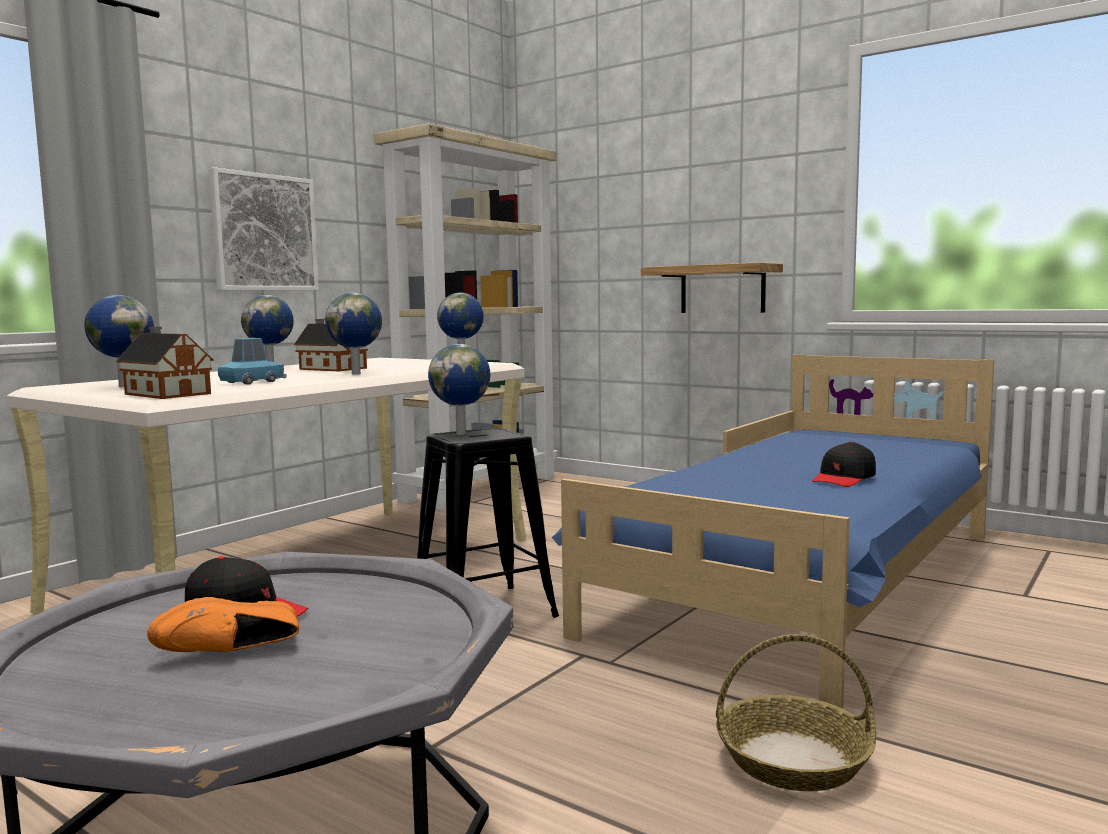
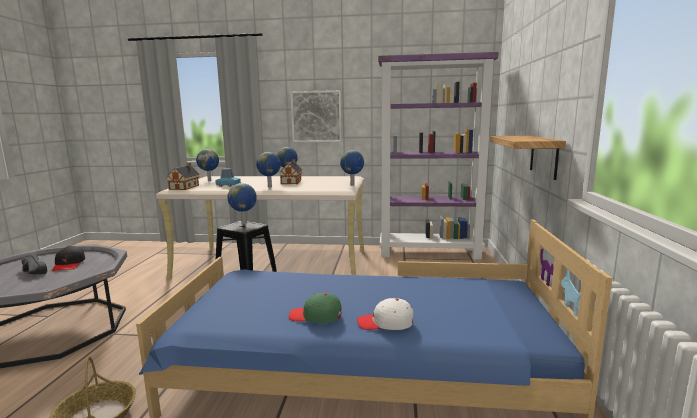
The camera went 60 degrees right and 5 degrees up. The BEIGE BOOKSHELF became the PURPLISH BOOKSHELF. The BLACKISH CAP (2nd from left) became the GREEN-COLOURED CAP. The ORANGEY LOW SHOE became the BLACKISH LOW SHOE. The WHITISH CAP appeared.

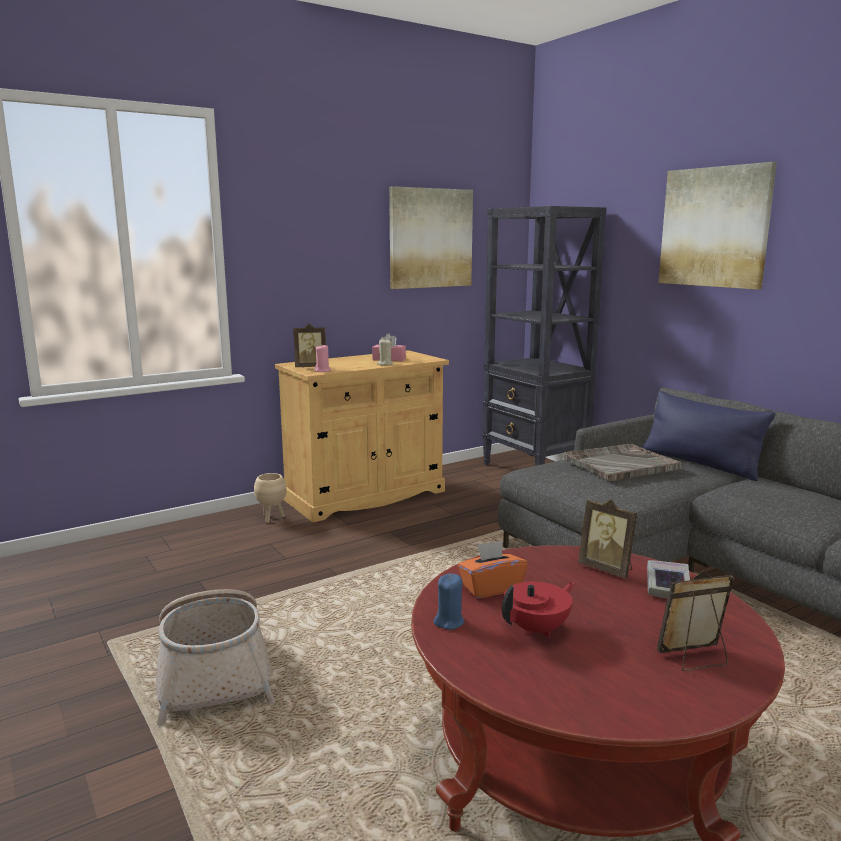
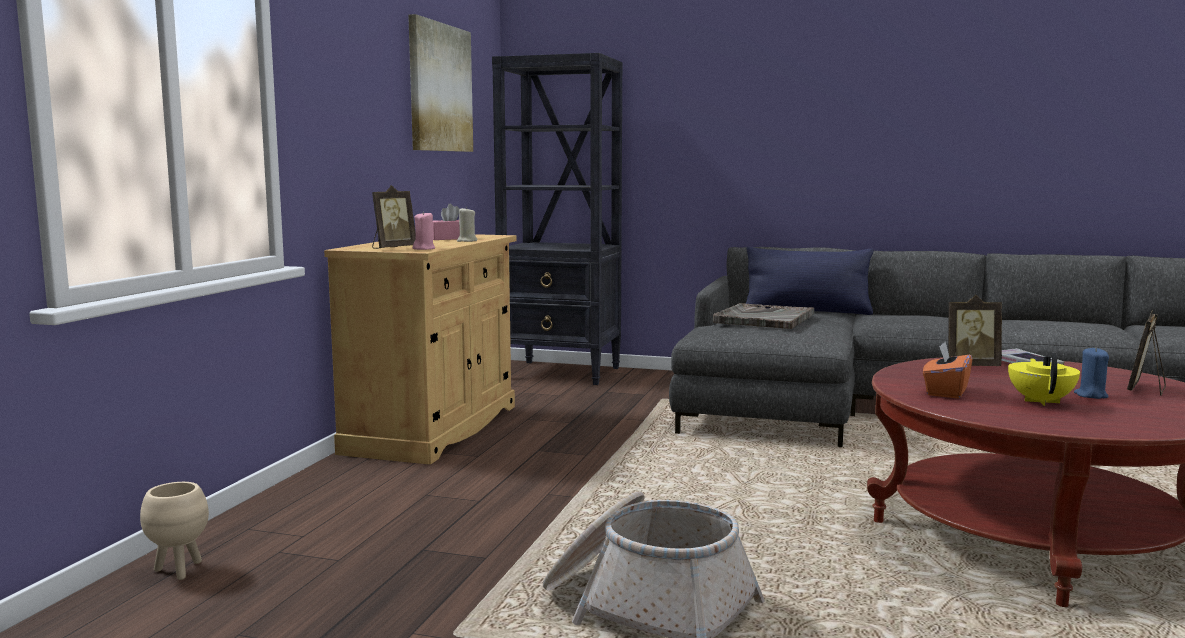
The camera went 40 degrees left and 5 degrees down. The WALL ART (2nd from left) disappeared. The BEIGE PLANT POT moved. The BLUISH CANDLE moved. The RED-COLOURED POT FOR TEA became the YELLOW POT FOR TEA.

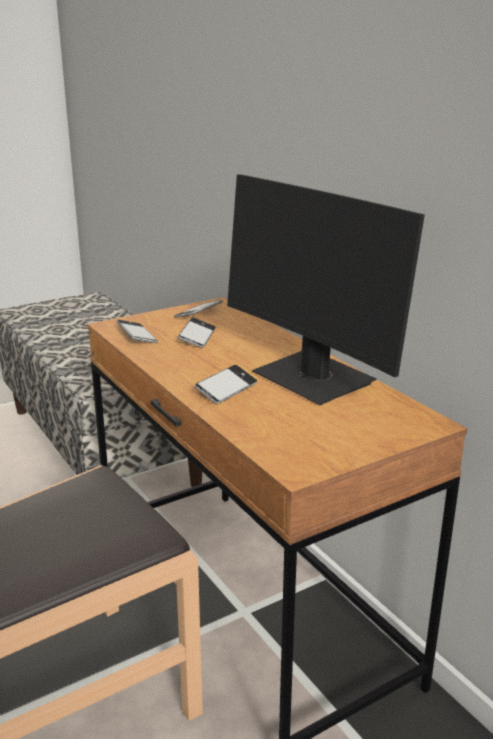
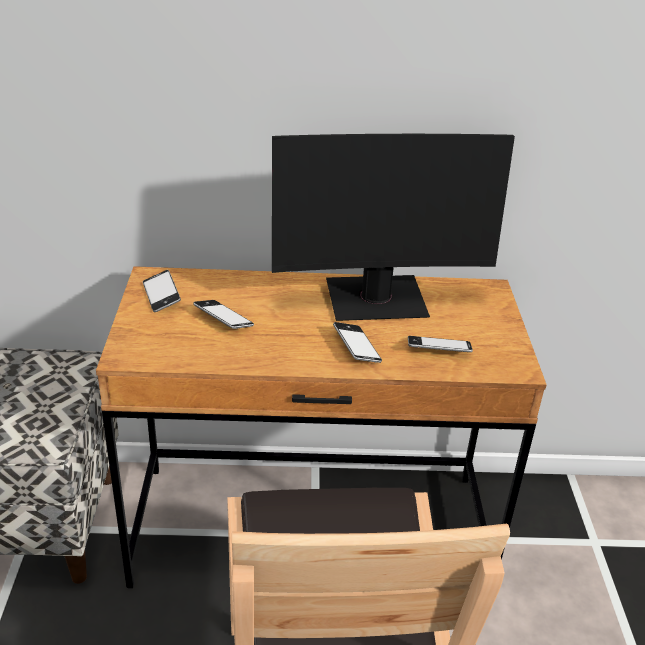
The camera went 60 degrees left and 10 degrees up. The TELEPHONE (1st from left in the first image) moved.

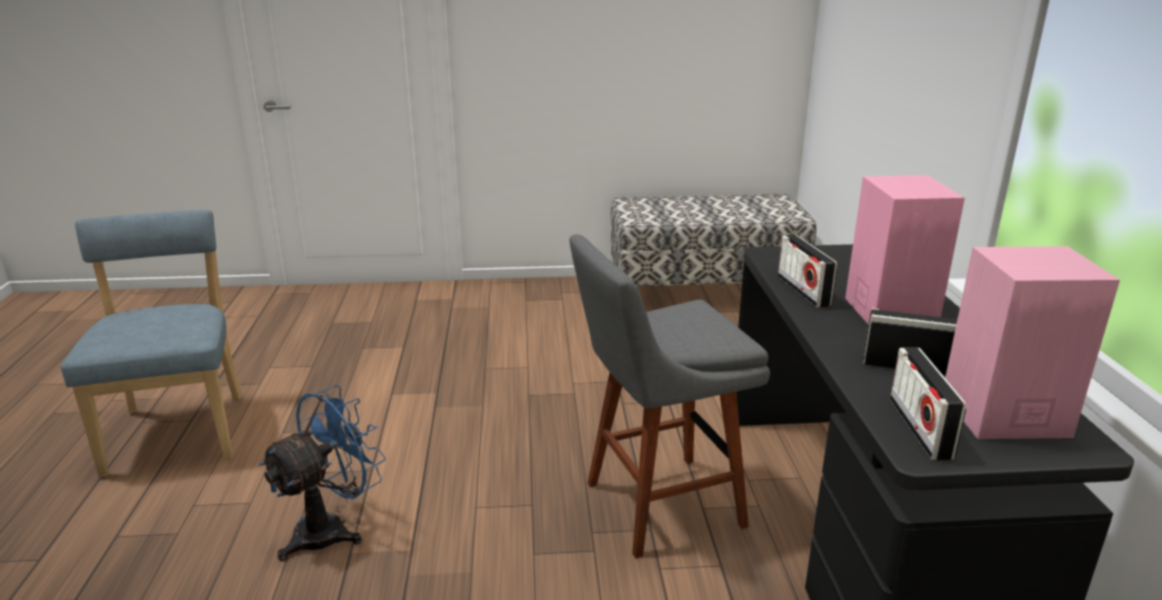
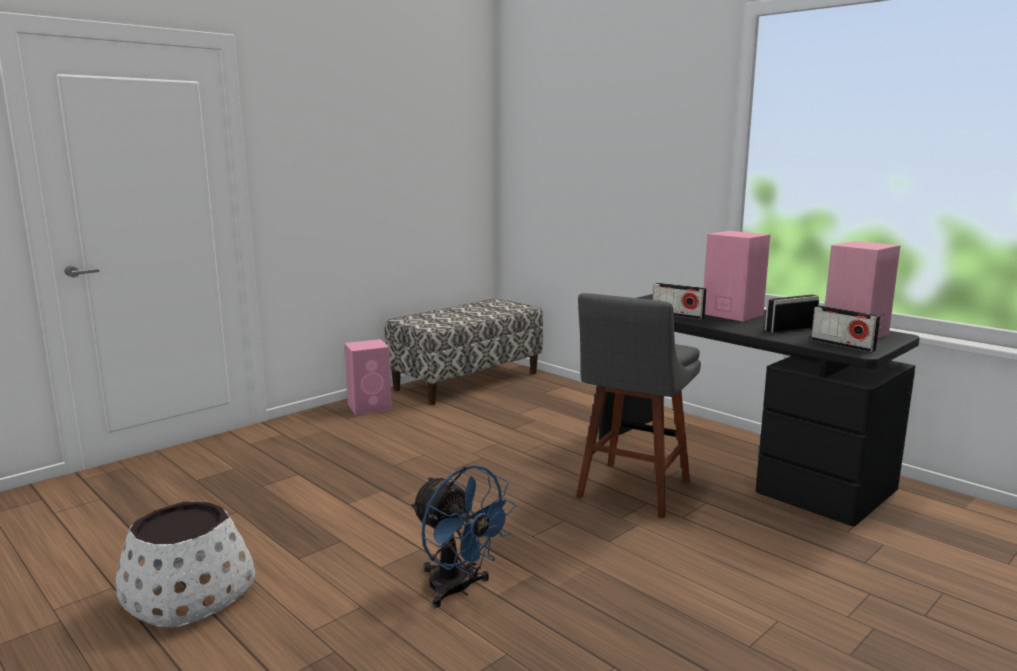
The camera went 40 degrees left and 10 degrees down. The BLUISH UPRIGHT CHAIR was replaced by the WHITISH PLANT POT. The BLUISH ELECTRIC FAN turned 135 degrees clockwise. The PINK-COLOURED SPEAKER (1st from left) appeared.

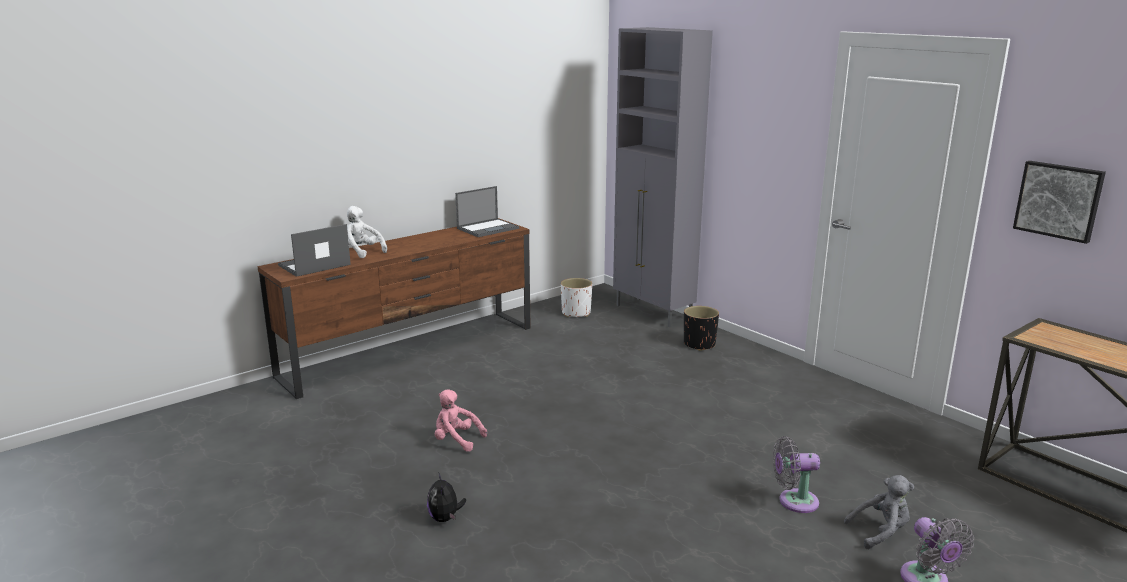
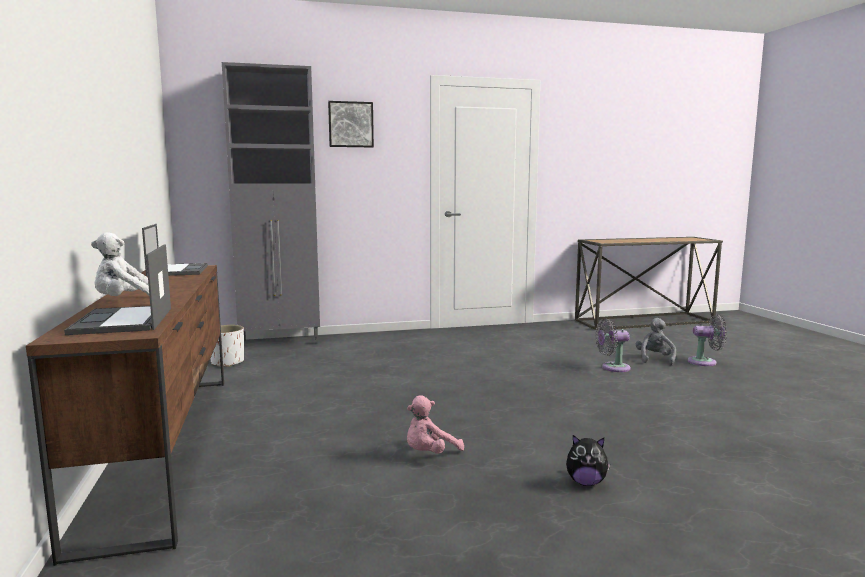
The camera went 65 degrees left and 10 degrees down. The WALL ART moved. The BLACKISH PLANT POT disappeared. The GREY ELECTRIC FAN (1st from left) turned 60 degrees clockwise.

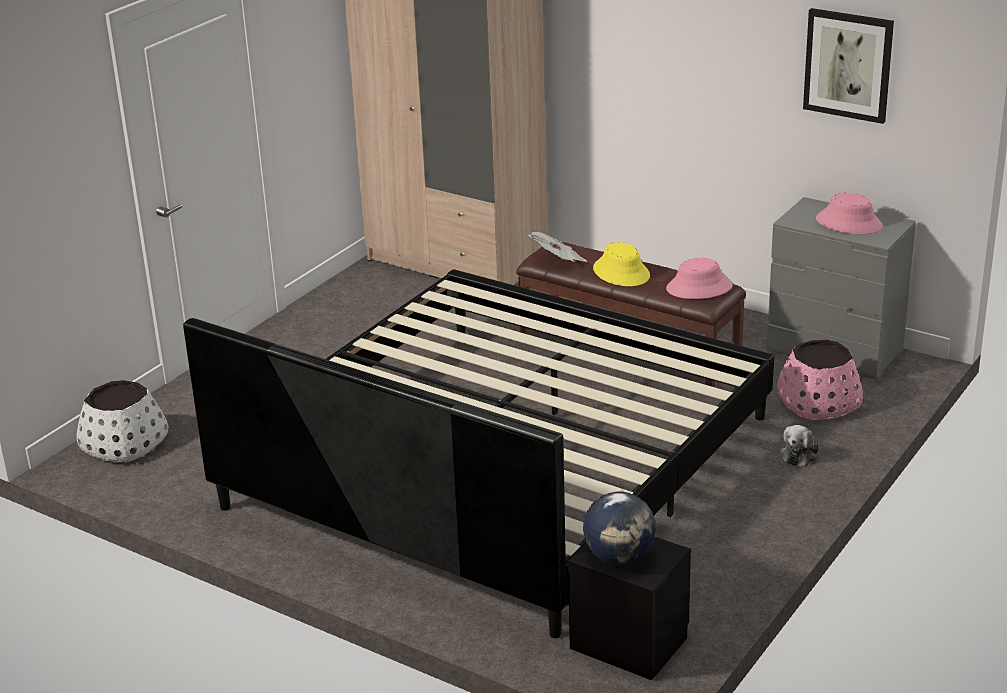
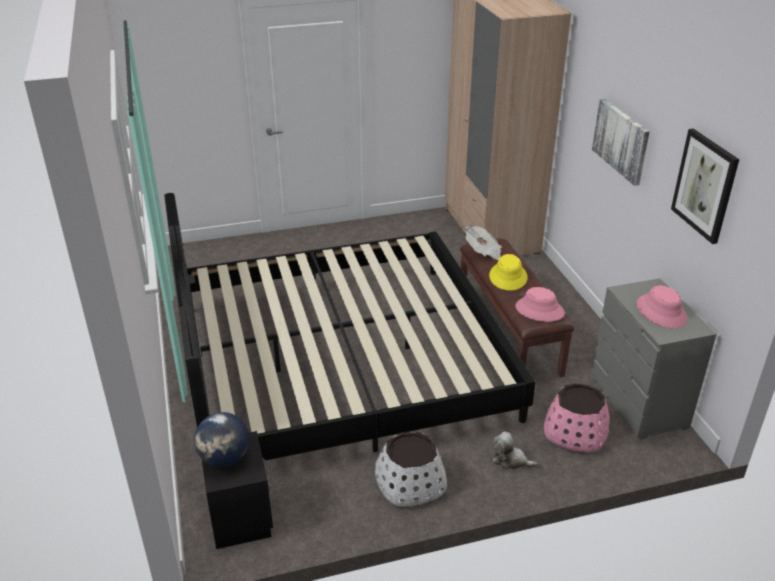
The camera went 40 degrees right and 5 degrees up. The WHITISH PLANT POT moved. The SOFT TOY turned 45 degrees clockwise. The WALL ART (1st from left) appeared.

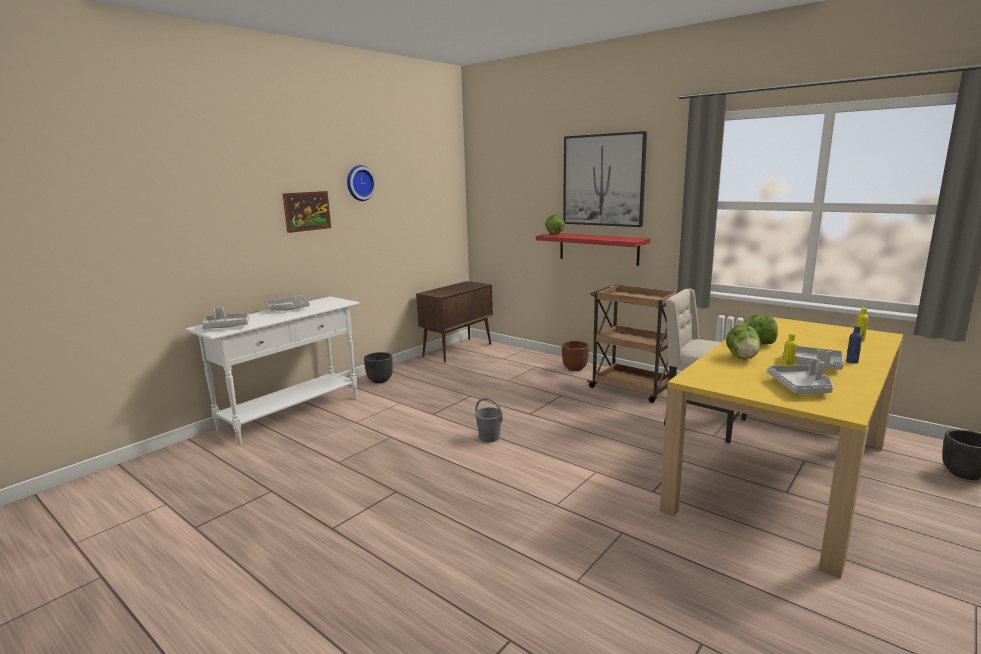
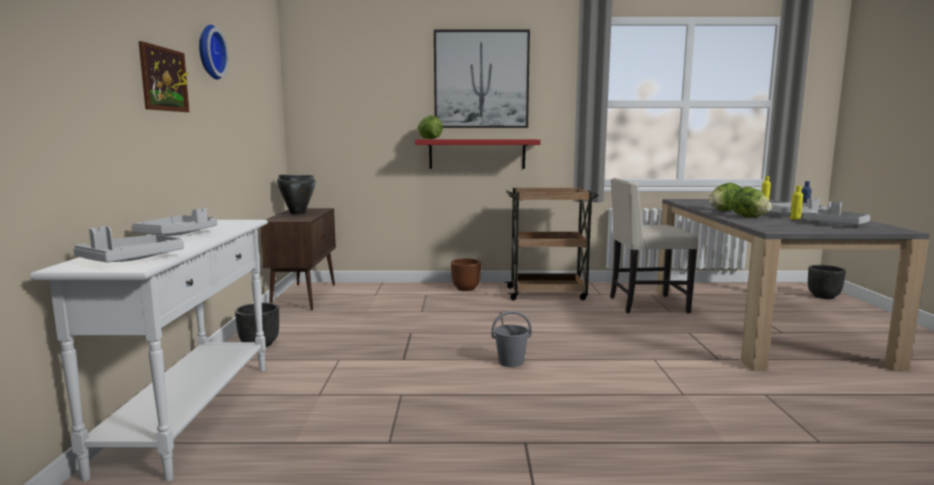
The camera went 40 degrees left and 5 degrees down. The YELLOW KITCHEN TABLE became the GREY KITCHEN TABLE. The BLACKISH COOKING POT appeared.

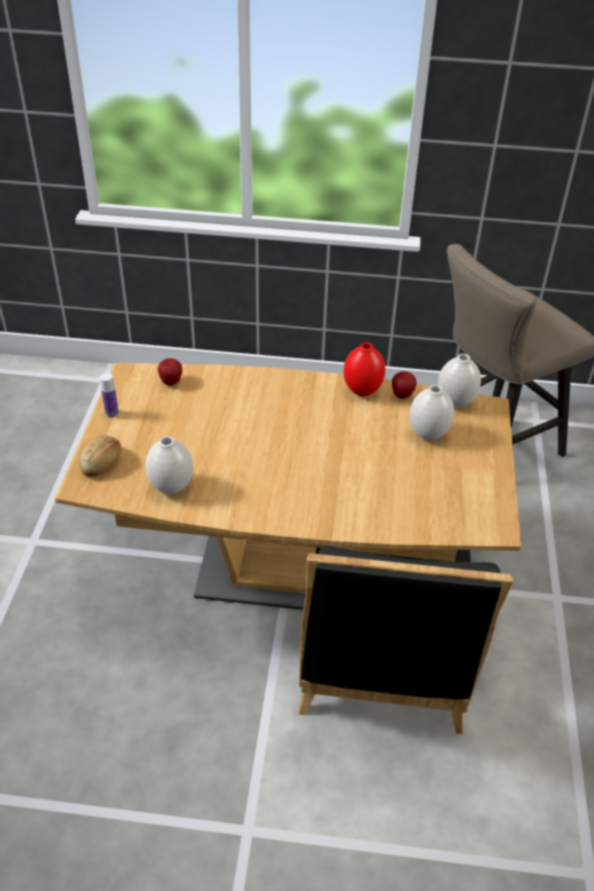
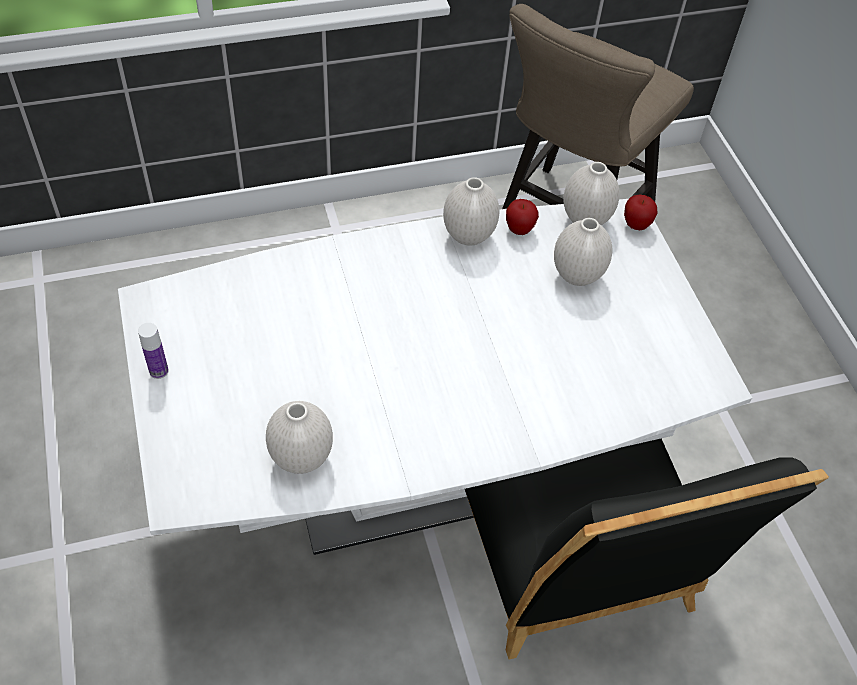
The camera went 25 degrees left and 10 degrees up. The RED-COLOURED DECORATIVE VASE became the WHITISH DECORATIVE VASE (2nd from left). The APPLE (1st from left in the first image) moved. The BROWN KITCHEN TABLE became the WHITISH KITCHEN TABLE. The BAKERY BREAD disappeared.

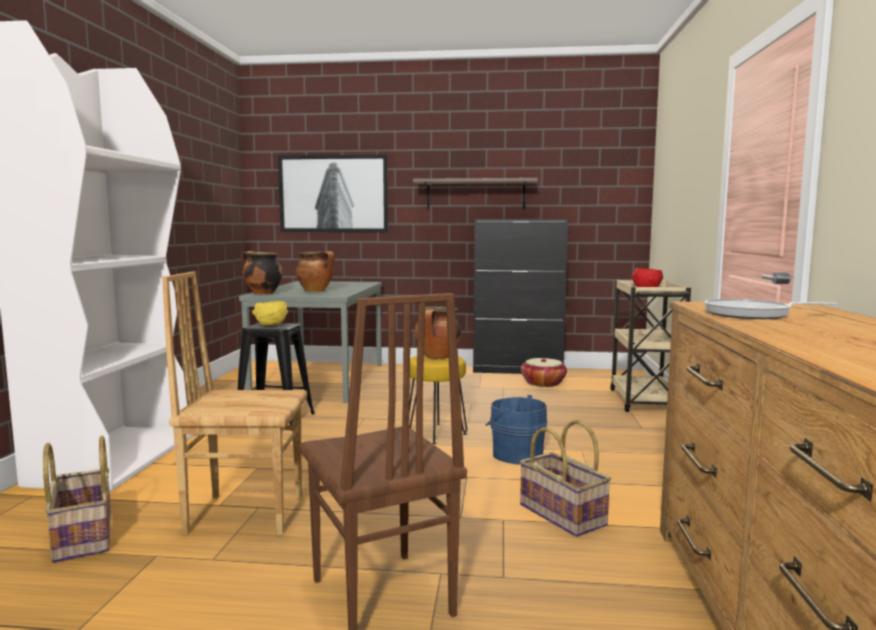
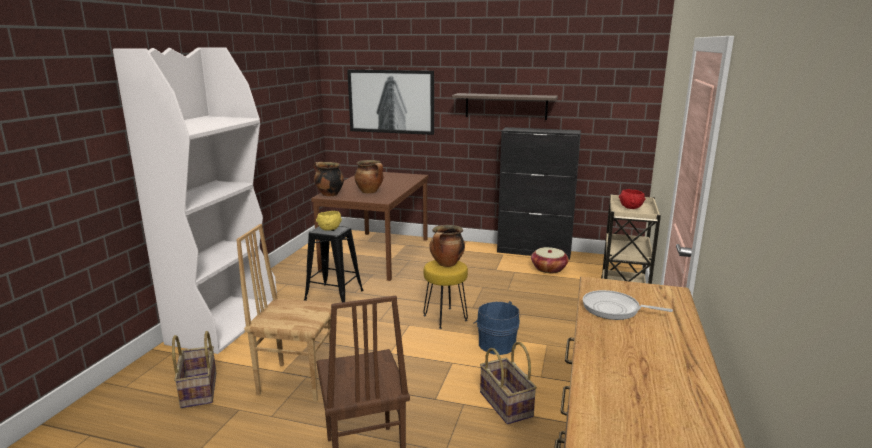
The camera went 10 degrees right and 10 degrees up. The GREY KITCHEN TABLE became the BROWN KITCHEN TABLE.

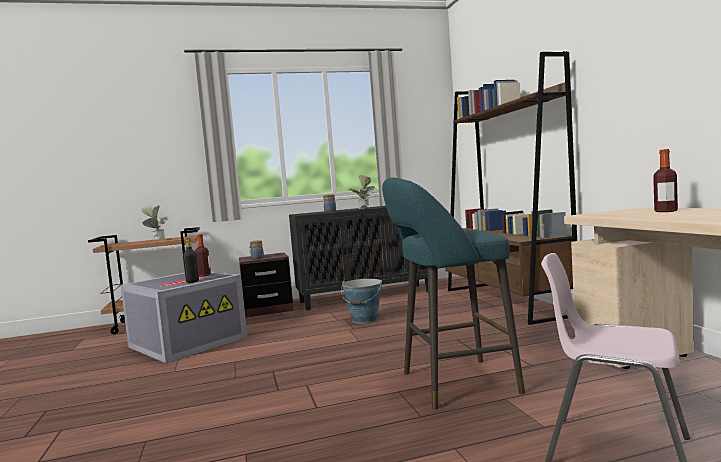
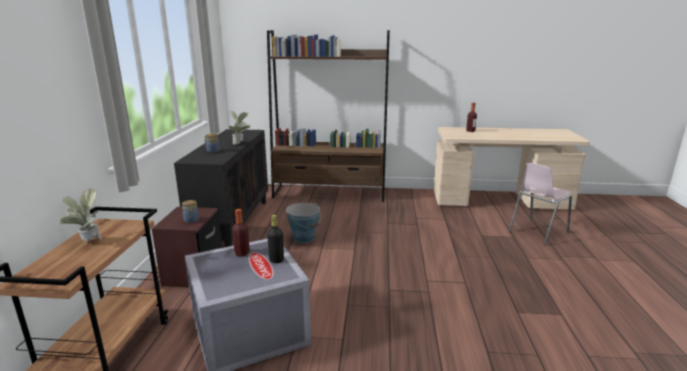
The camera went 70 degrees left and 15 degrees up. The BLUE-GREEN STOOL disappeared.

